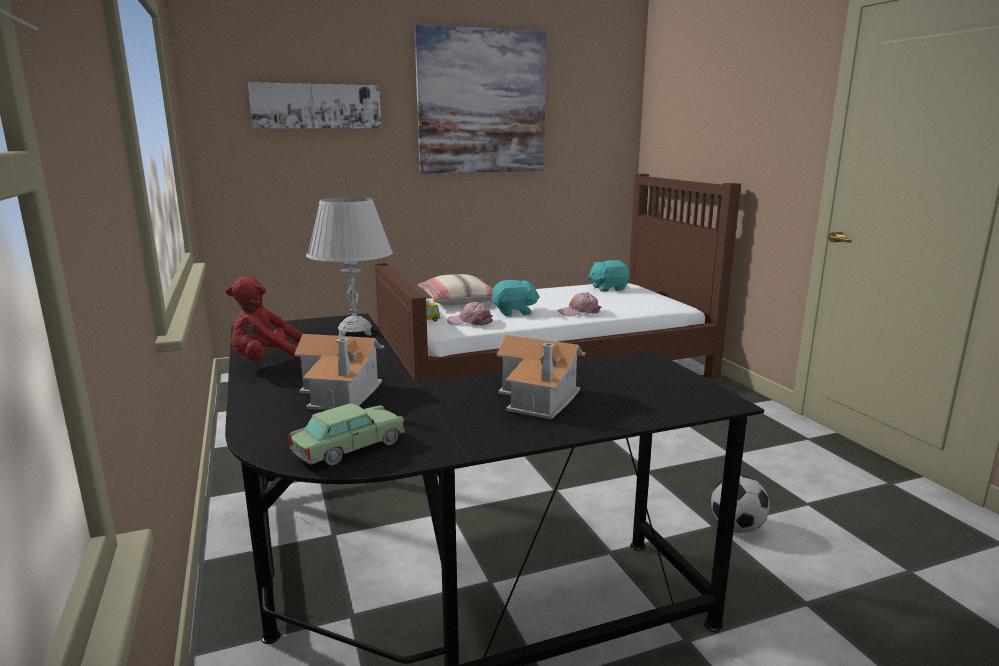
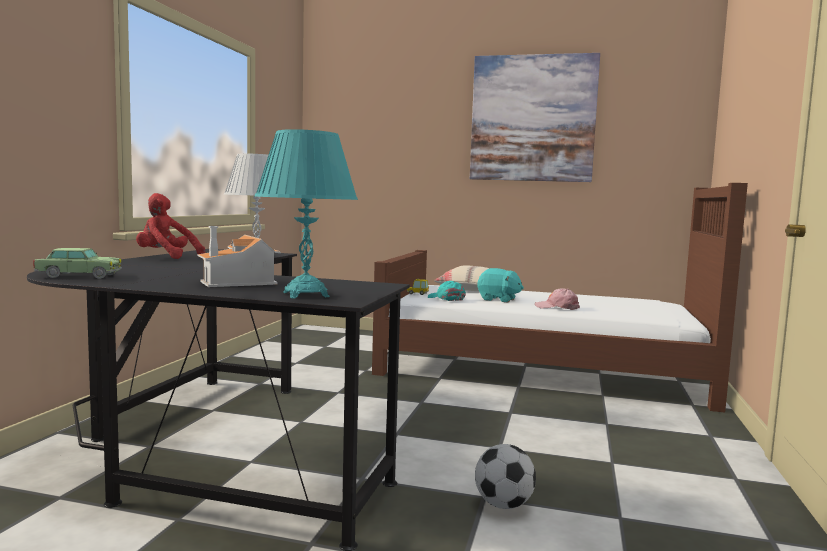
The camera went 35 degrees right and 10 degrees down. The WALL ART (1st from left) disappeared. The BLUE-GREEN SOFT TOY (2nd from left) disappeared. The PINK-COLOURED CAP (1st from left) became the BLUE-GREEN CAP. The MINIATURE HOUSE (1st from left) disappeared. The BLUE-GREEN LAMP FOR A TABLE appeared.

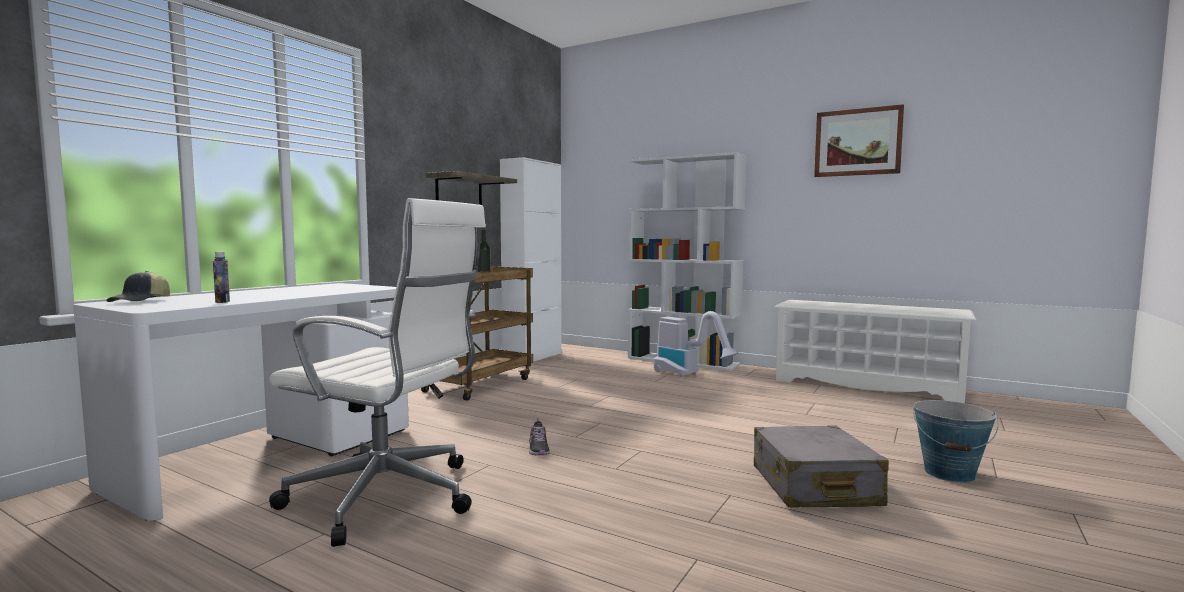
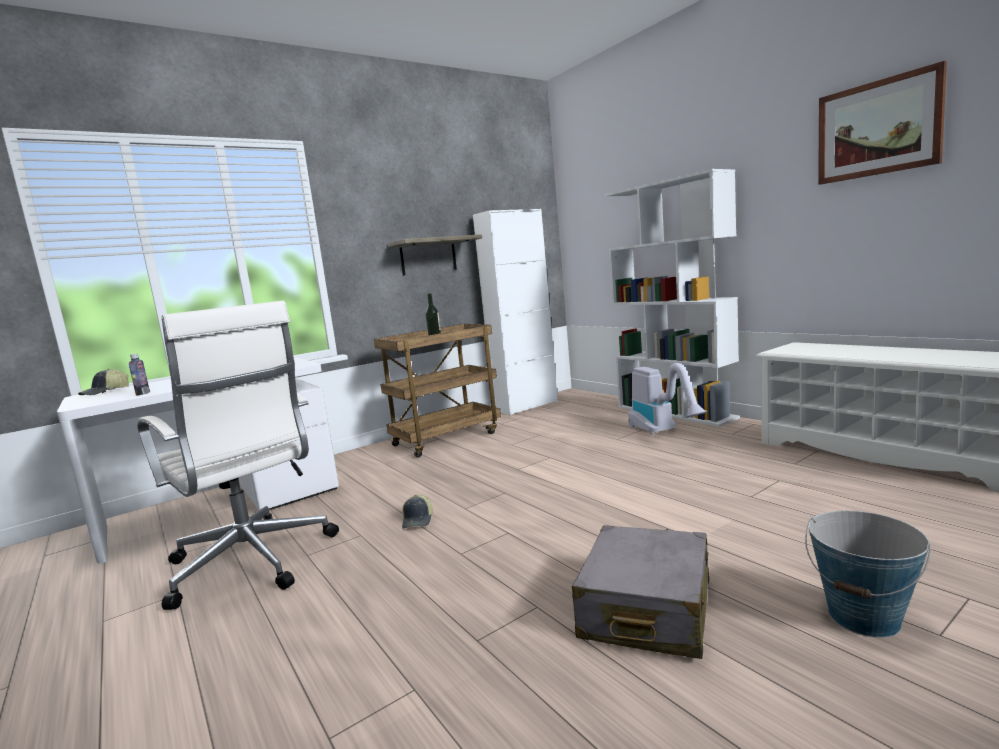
The camera went 25 degrees right and 5 degrees up. The LOW SHOE was replaced by the CAP (2nd from left).

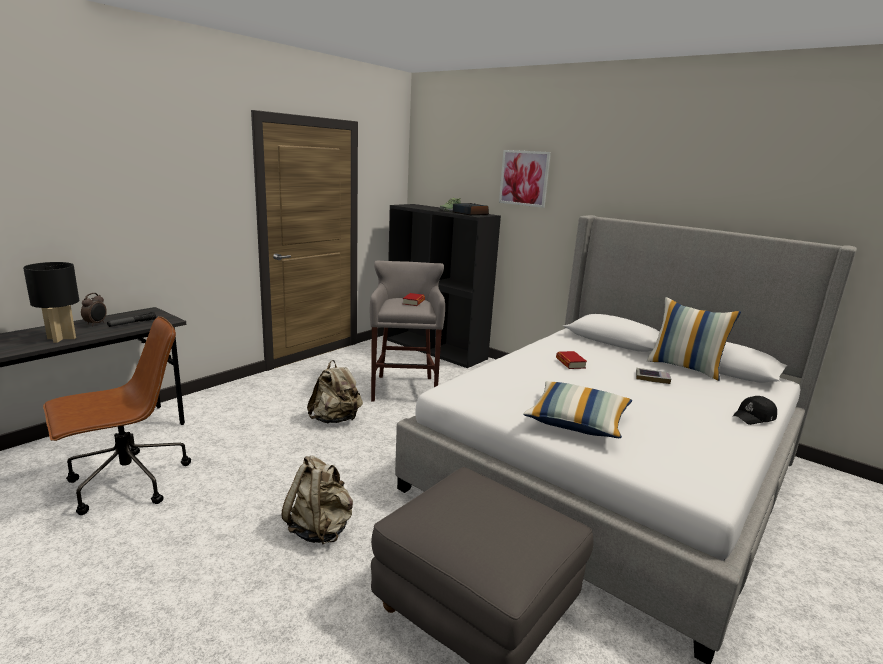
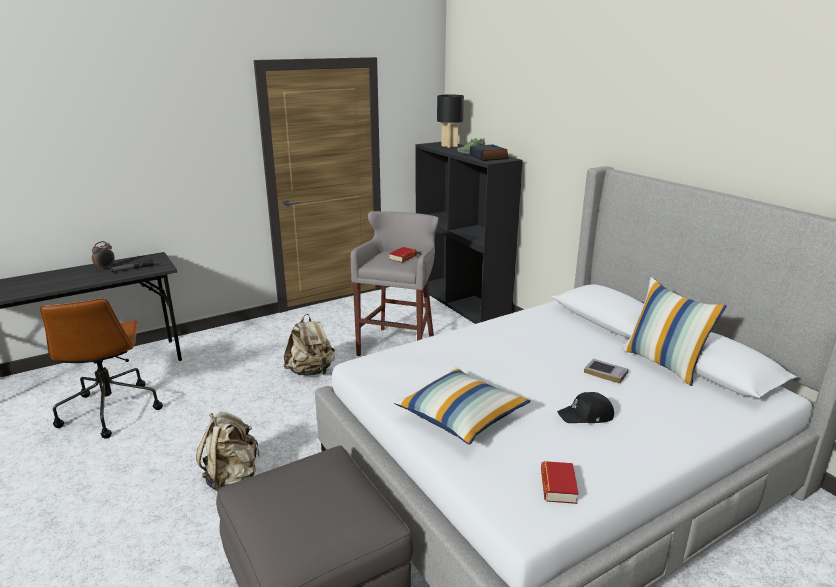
The camera went 20 degrees right and 5 degrees up. The WALL ART disappeared. The BLACKISH LAMP FOR A TABLE moved. The BROWN COMPUTER CHAIR turned 90 degrees clockwise. The BOOK (2nd from left) moved. The BLACKISH CAP moved.

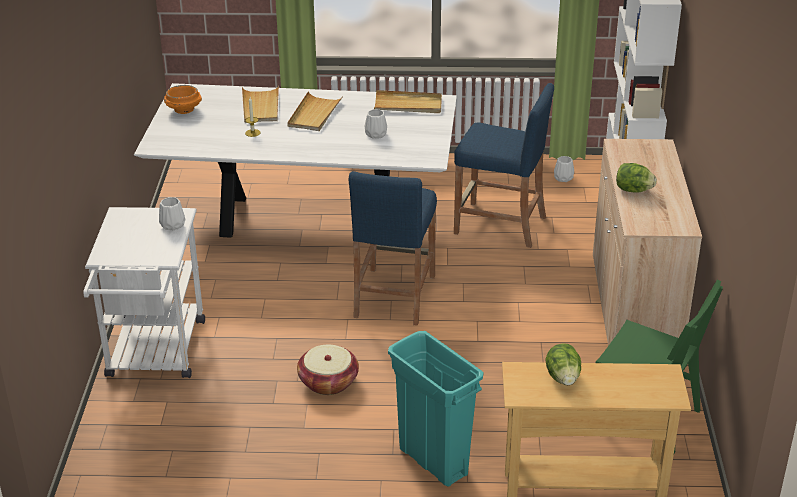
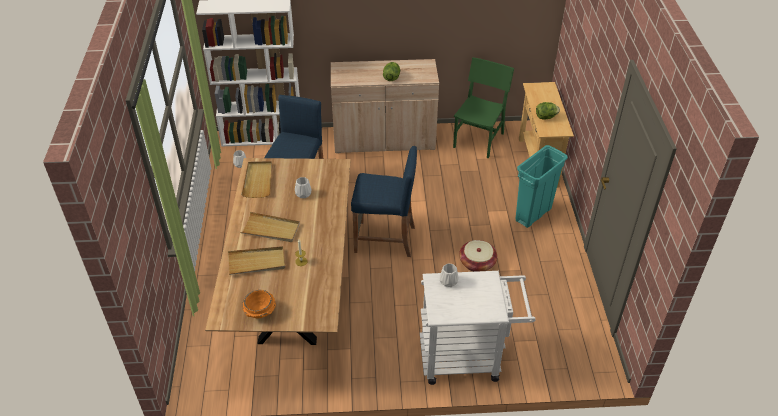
The camera went 95 degrees left and 10 degrees up. The WHITISH KITCHEN TABLE became the BROWN KITCHEN TABLE.

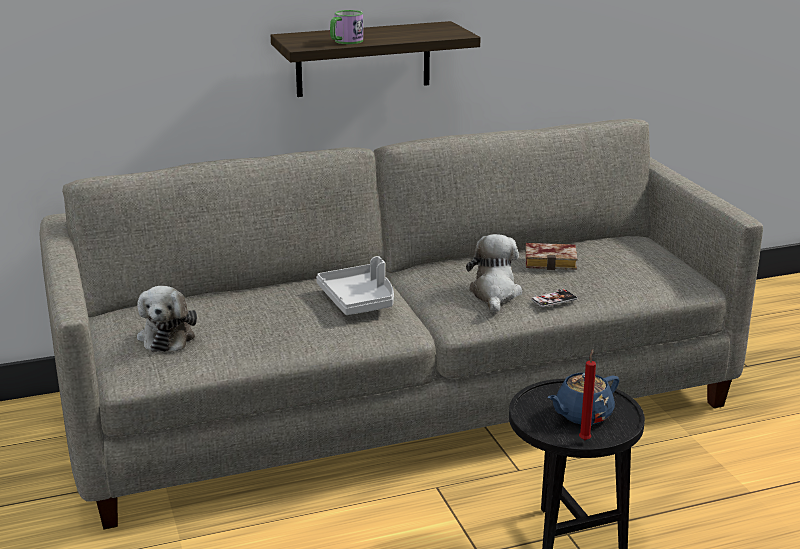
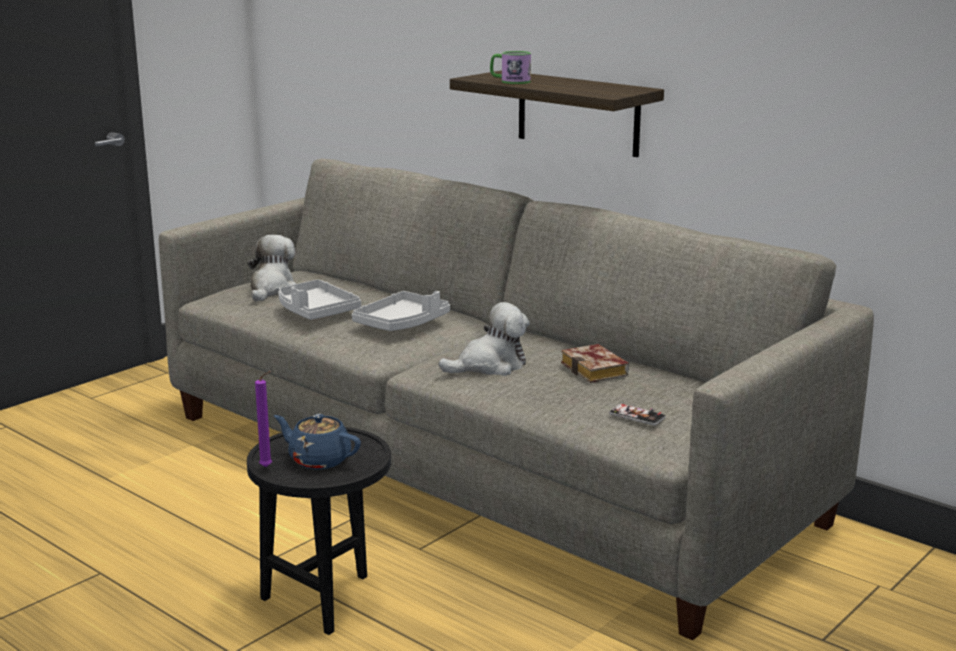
The camera went 60 degrees right and 5 degrees down. The SOFT TOY (1st from left) turned 135 degrees clockwise. The TELEPHONE moved. The RED-COLOURED CANDLE became the PURPLISH CANDLE. The GREY CARRYING TRAY (1st from left) appeared.

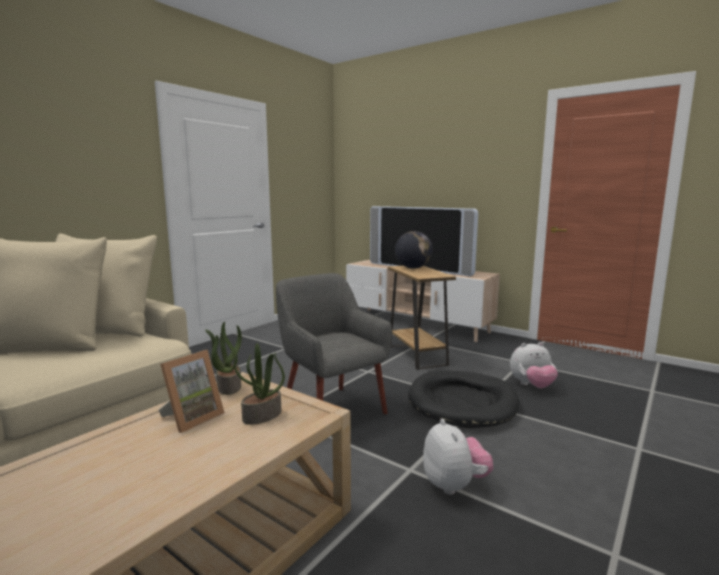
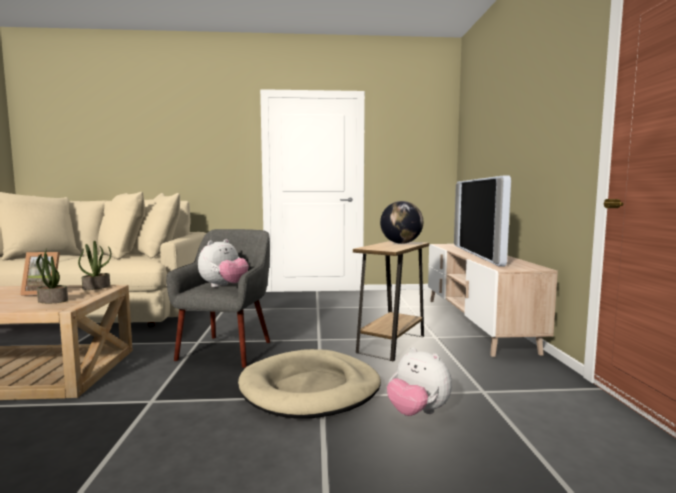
The camera went 50 degrees right and 5 degrees down. The BLACKISH PET BED became the BEIGE PET BED. The SOFT TOY (1st from left) moved.

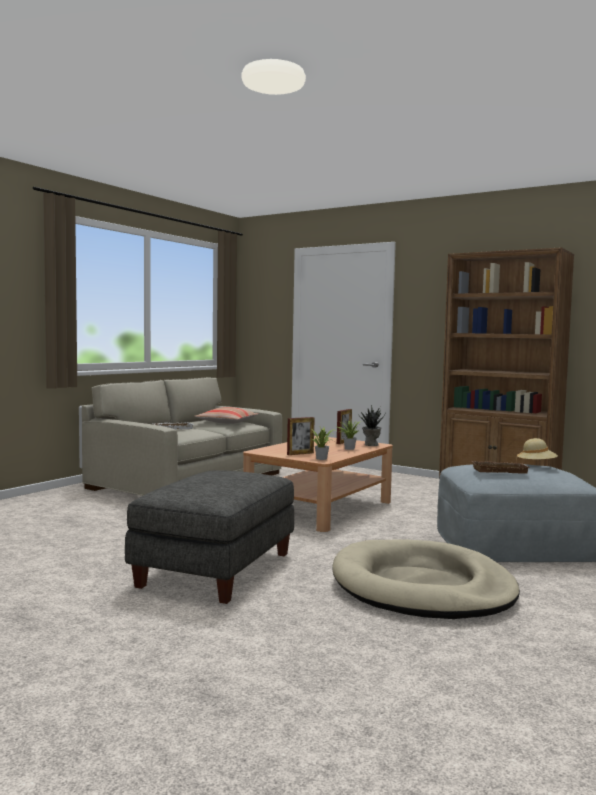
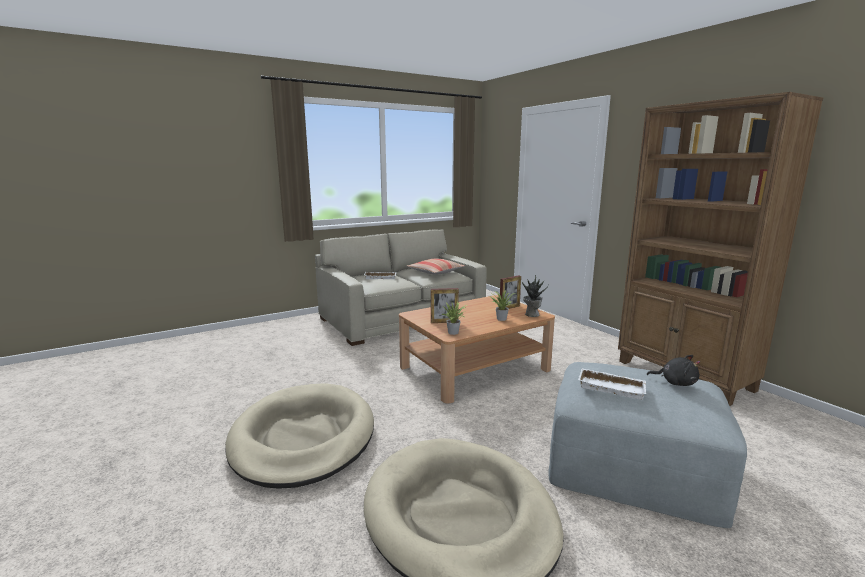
The camera went 25 degrees right and 10 degrees up. The BEIGE HAT was replaced by the BLACKISH SOFT TOY. The BROWN CARRYING TRAY became the WHITISH CARRYING TRAY (2nd from left). The GREY OTTOMAN (1st from left) was replaced by the BEIGE PET BED (1st from left).

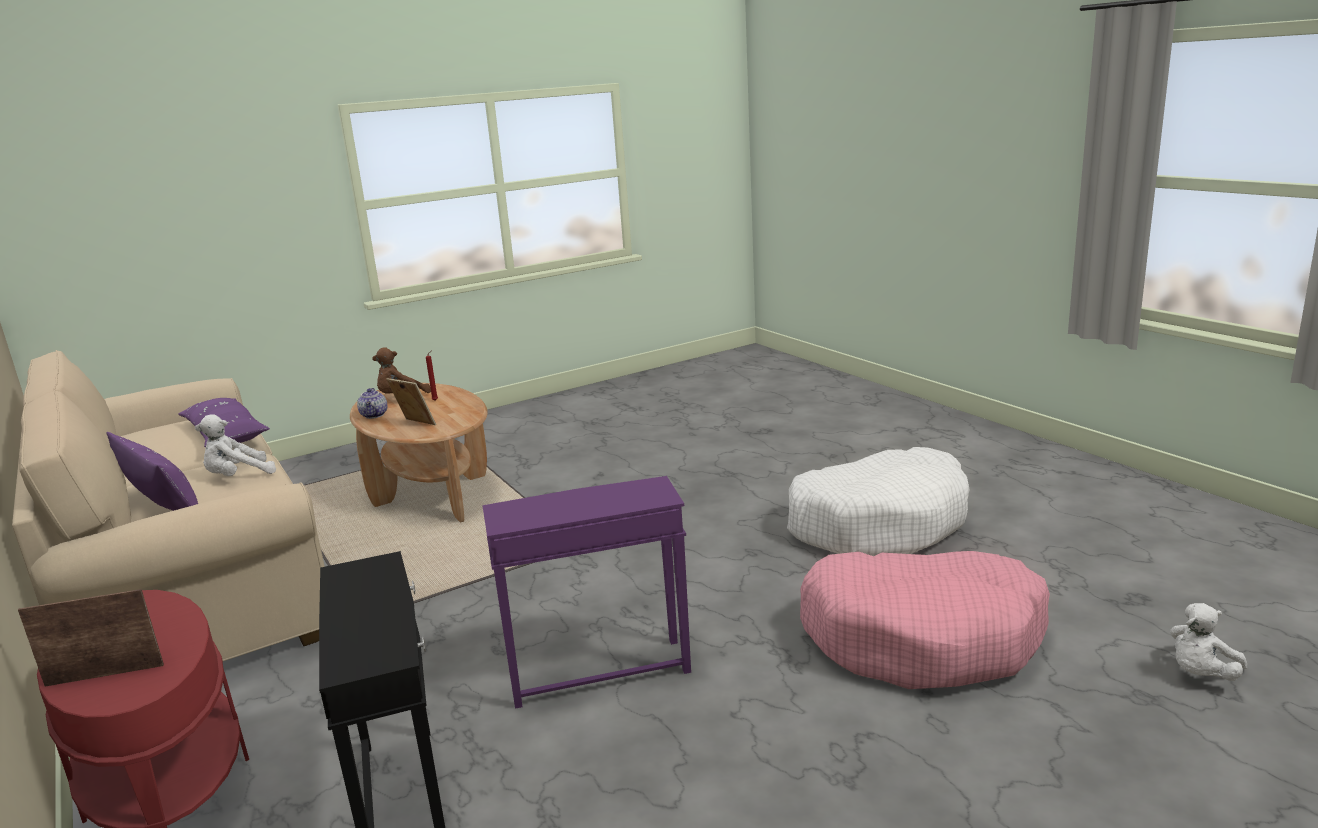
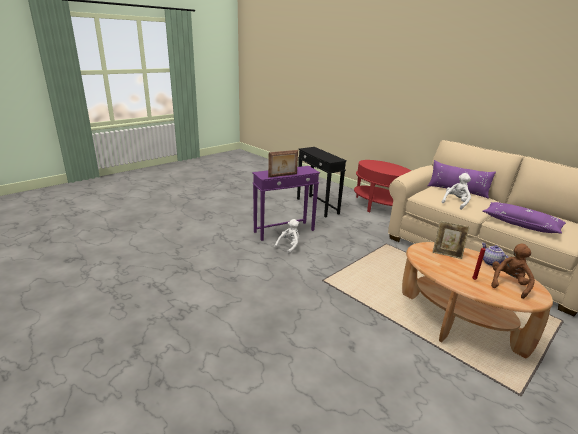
The camera went 165 degrees right and 5 degrees up. The WHITISH PET BED disappeared. The PINK-COLOURED PET BED disappeared. The STANDING FRAME (1st from left) moved. The WHITISH SOFT TOY (2nd from left in the first image) moved.

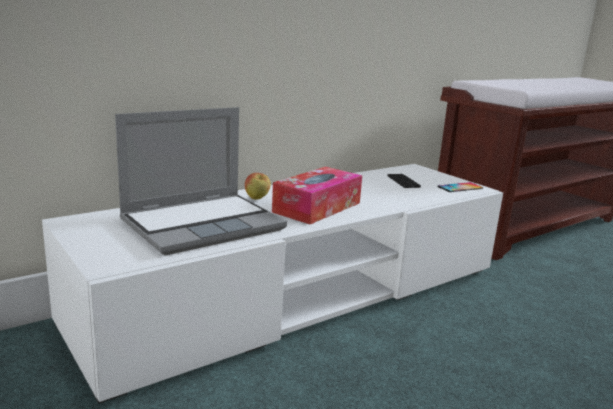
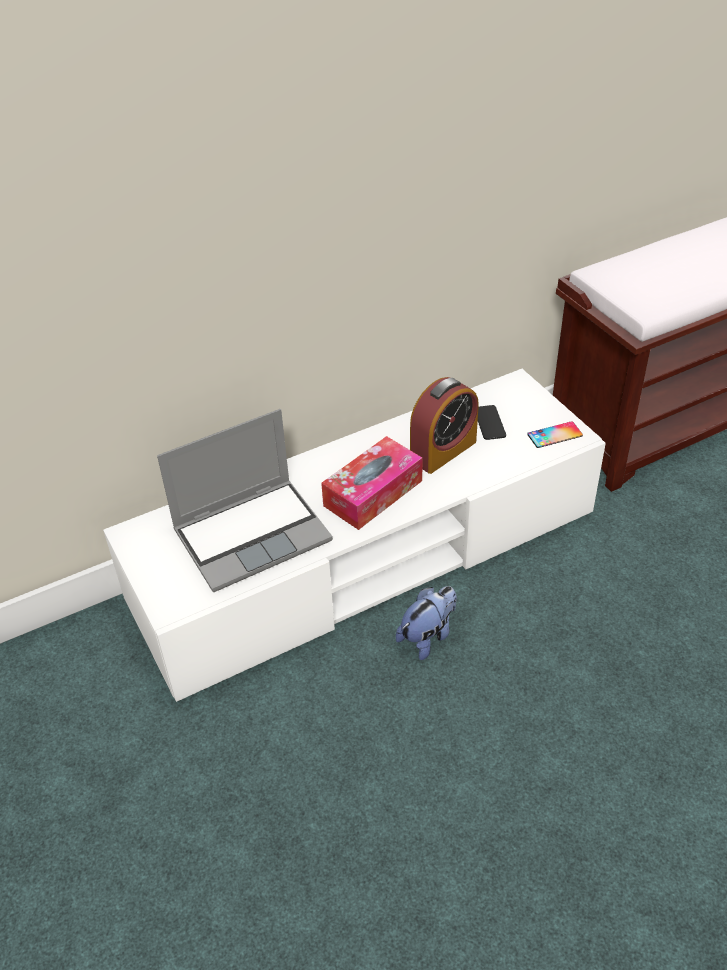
The camera went 10 degrees right and 25 degrees up. The APPLE disappeared. The TABLE CLOCK appeared. The SOFT TOY appeared.

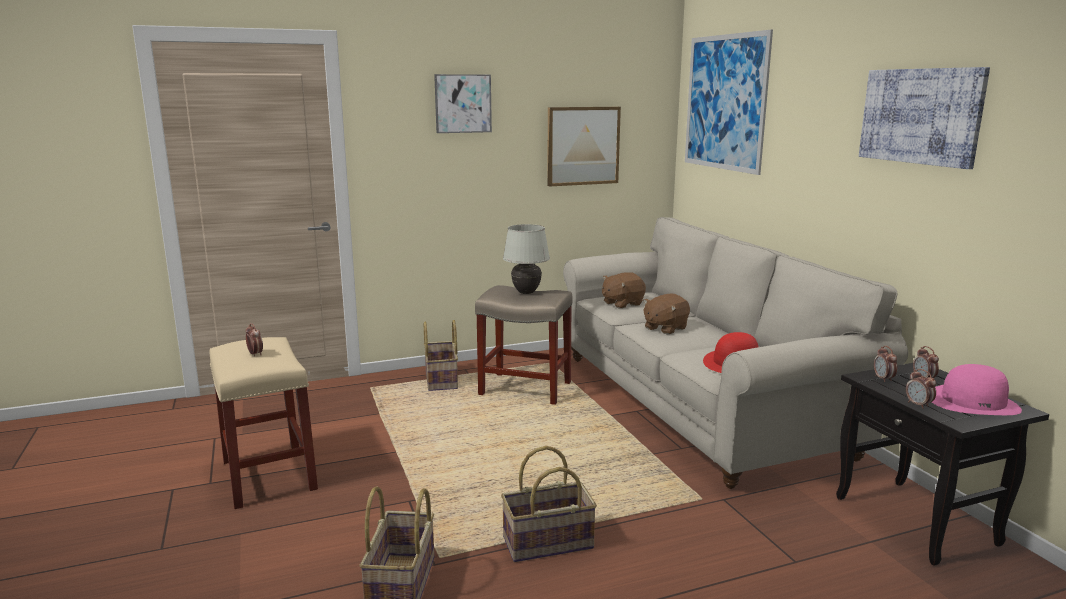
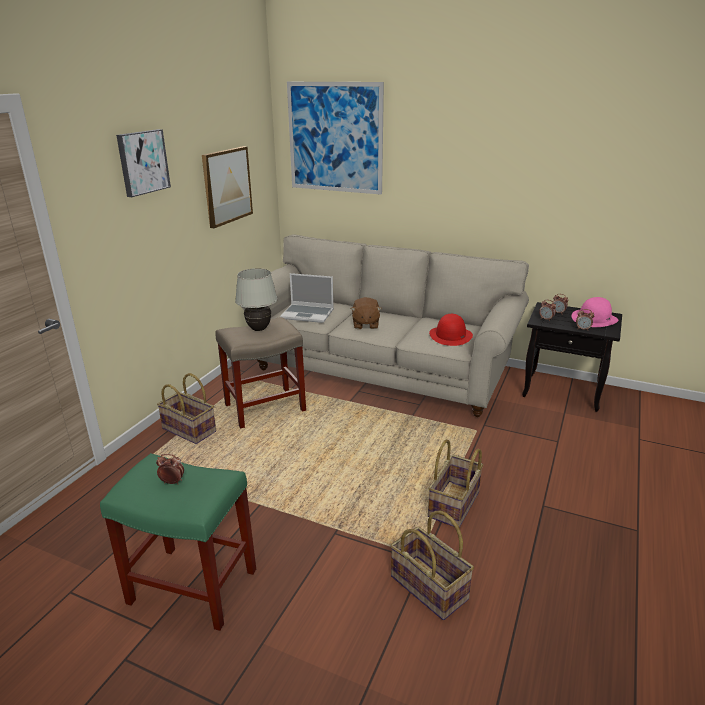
The camera went 45 degrees left and 10 degrees up. The WALL ART (4th from left) disappeared. The BROWN SOFT TOY (1st from left) was replaced by the PORTABLE COMPUTER. The BEIGE STOOL (1st from left) became the GREEN-COLOURED STOOL.

